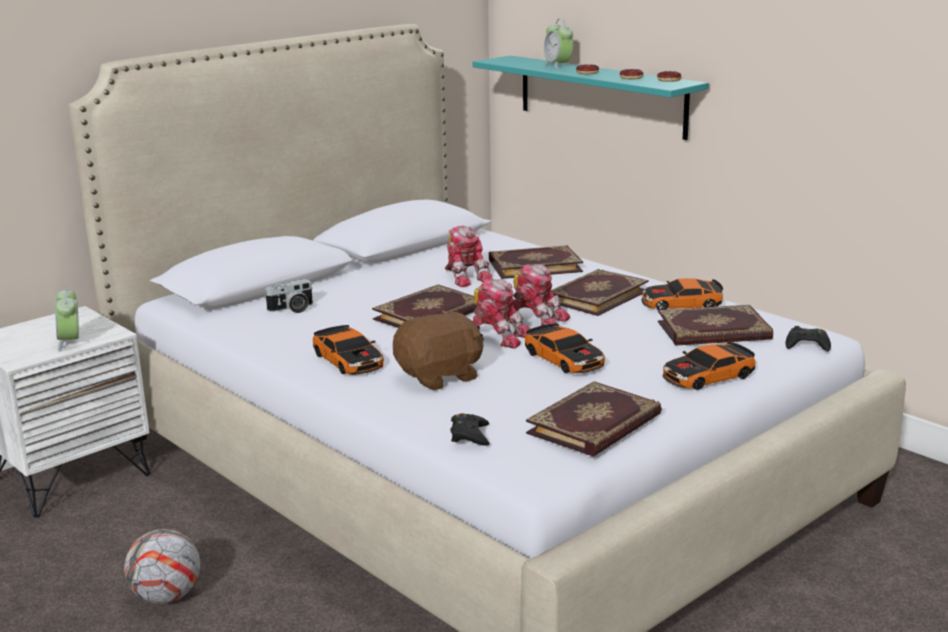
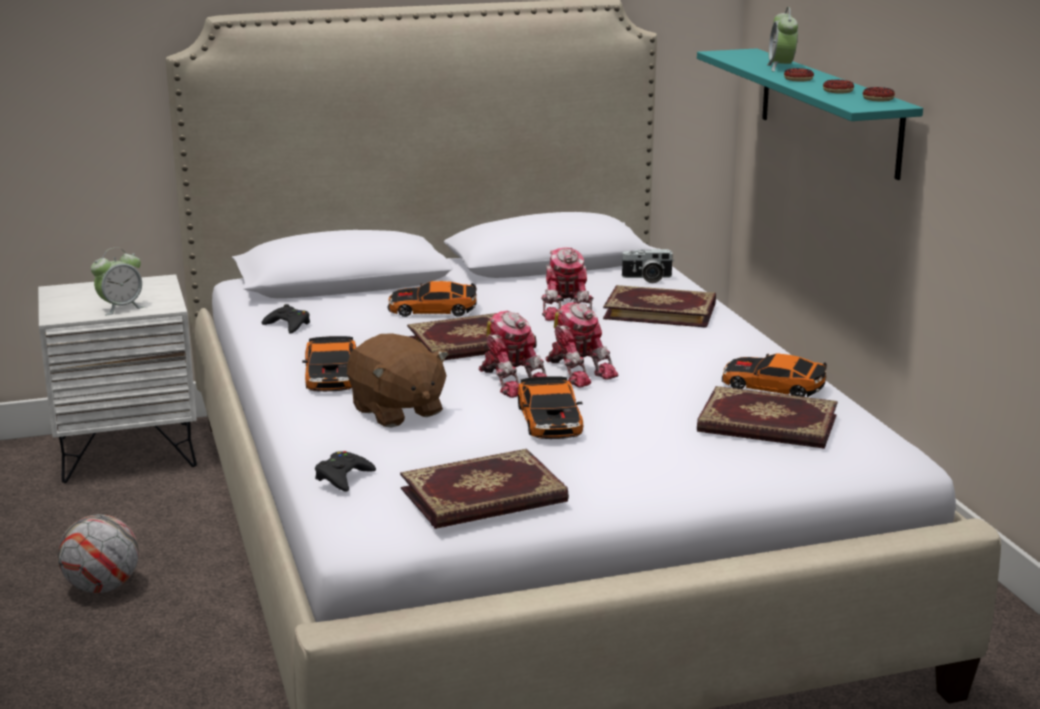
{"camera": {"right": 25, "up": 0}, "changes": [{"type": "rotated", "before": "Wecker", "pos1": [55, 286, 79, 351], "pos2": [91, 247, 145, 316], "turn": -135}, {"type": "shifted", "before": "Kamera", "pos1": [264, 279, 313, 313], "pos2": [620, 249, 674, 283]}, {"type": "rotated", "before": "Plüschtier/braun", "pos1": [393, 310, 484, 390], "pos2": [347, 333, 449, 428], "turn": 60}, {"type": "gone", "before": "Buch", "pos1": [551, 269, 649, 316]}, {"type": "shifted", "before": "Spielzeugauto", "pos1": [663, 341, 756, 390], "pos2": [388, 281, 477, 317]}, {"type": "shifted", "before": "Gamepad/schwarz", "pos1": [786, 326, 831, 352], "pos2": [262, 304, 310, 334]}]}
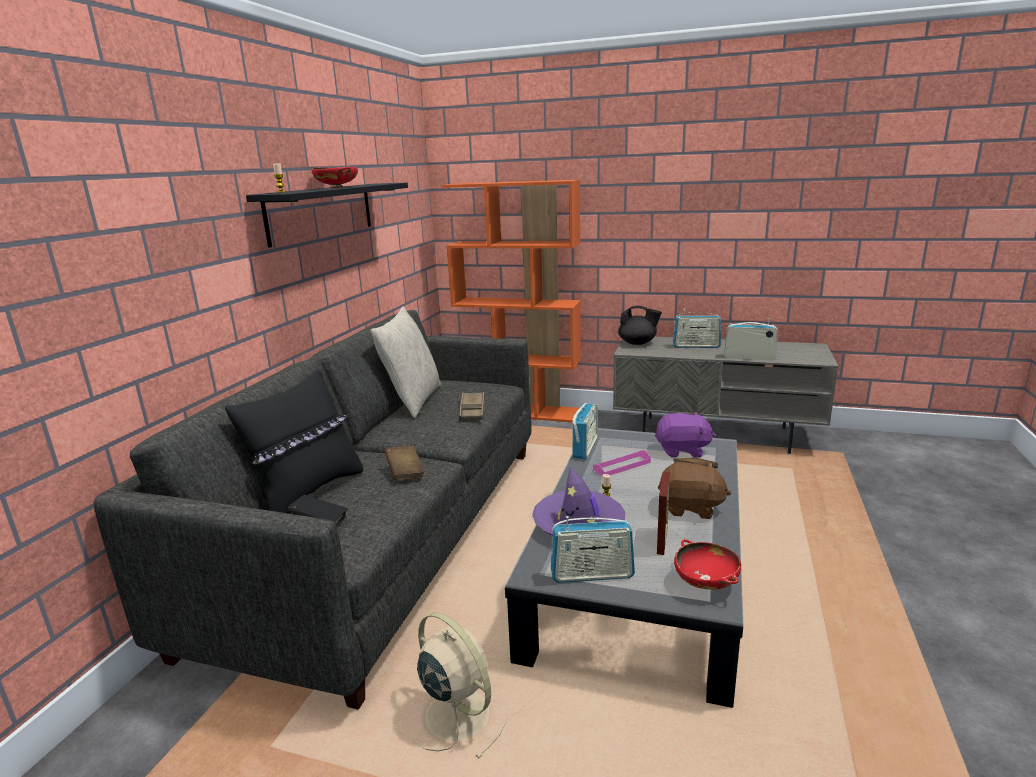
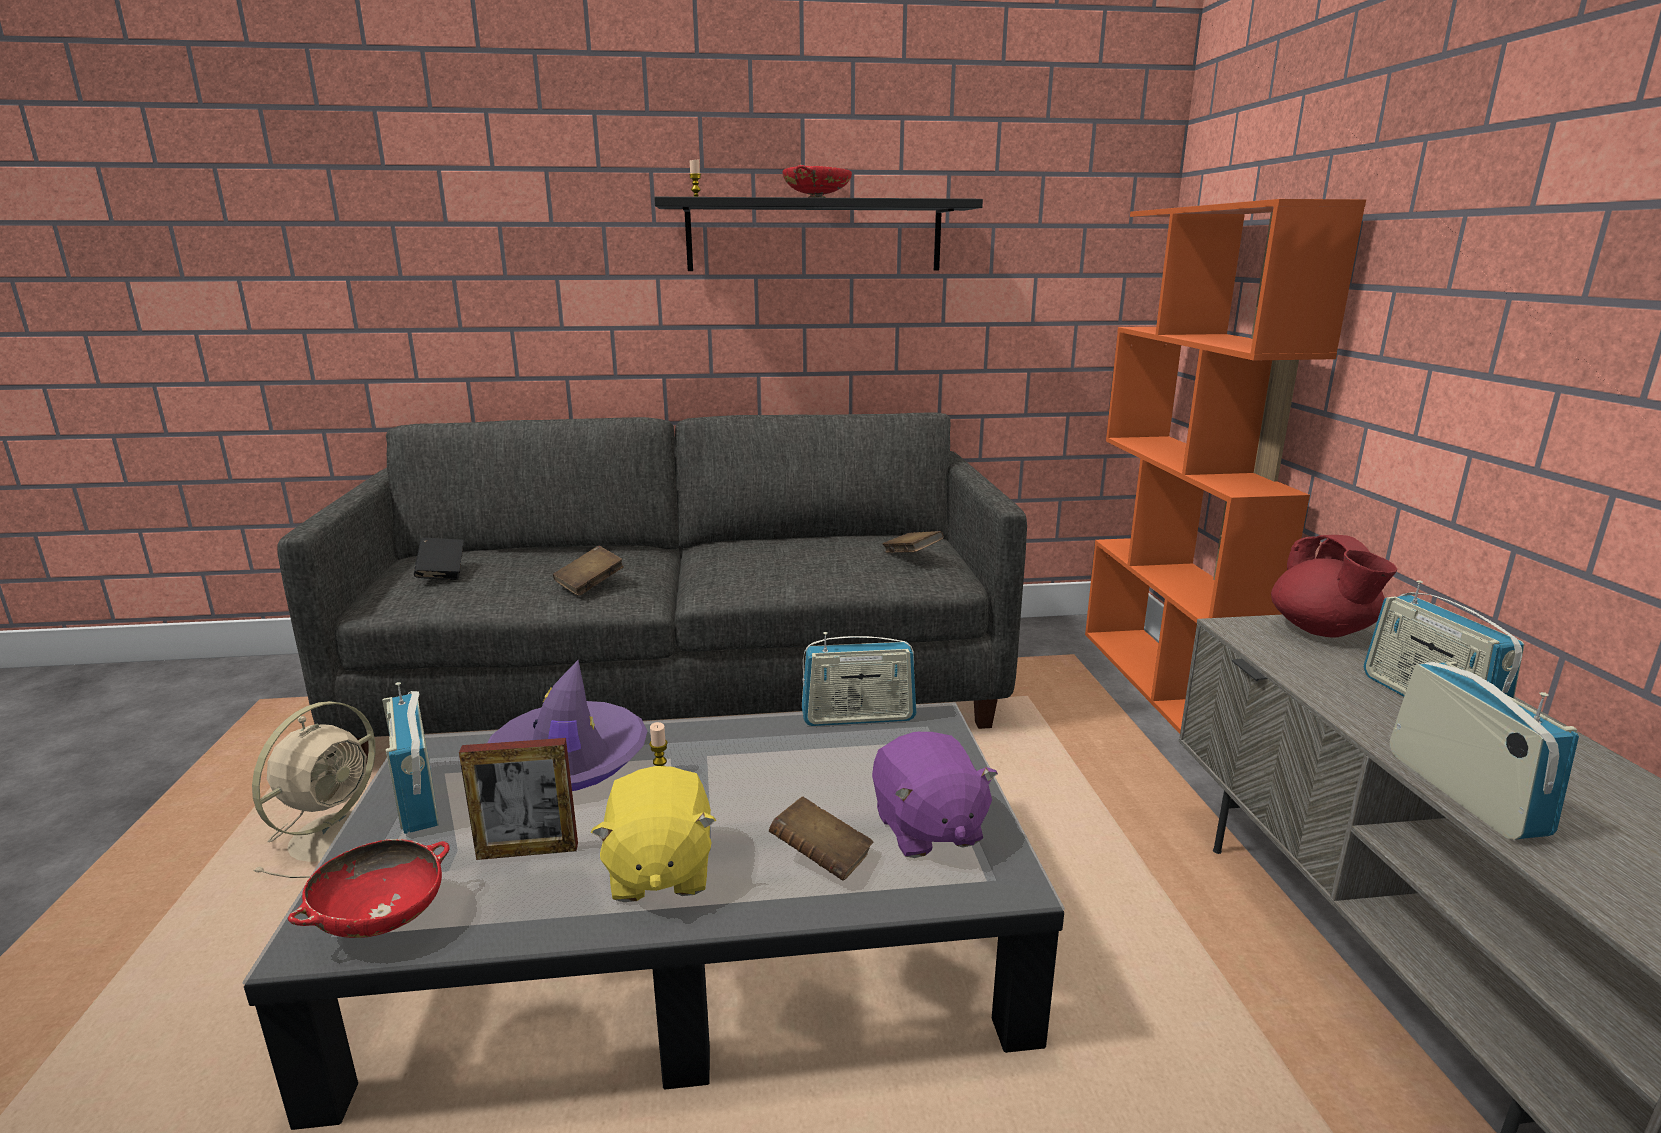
{"camera": {"right": 65, "up": 0}, "changes": [{"type": "gone", "before": "Kissen/schwarz", "pos1": [225, 370, 363, 513]}, {"type": "gone", "before": "Kissen/beige", "pos1": [370, 307, 441, 418]}, {"type": "gone", "before": "Tablett/braun", "pos1": [459, 392, 484, 419]}, {"type": "gone", "before": "Tablett/rosa", "pos1": [593, 450, 651, 476]}, {"type": "repainted", "before": "Teekanne/schwarz", "after": "Teekanne/rot", "pos1": [618, 306, 662, 345], "pos2": [1271, 535, 1397, 637]}, {"type": "repainted", "before": "Plüschtier/braun", "after": "Plüschtier/gelb", "pos1": [658, 462, 731, 519], "pos2": [591, 766, 716, 902]}, {"type": "new", "after": "Buch/braun", "pos2": [883, 531, 944, 553]}]}
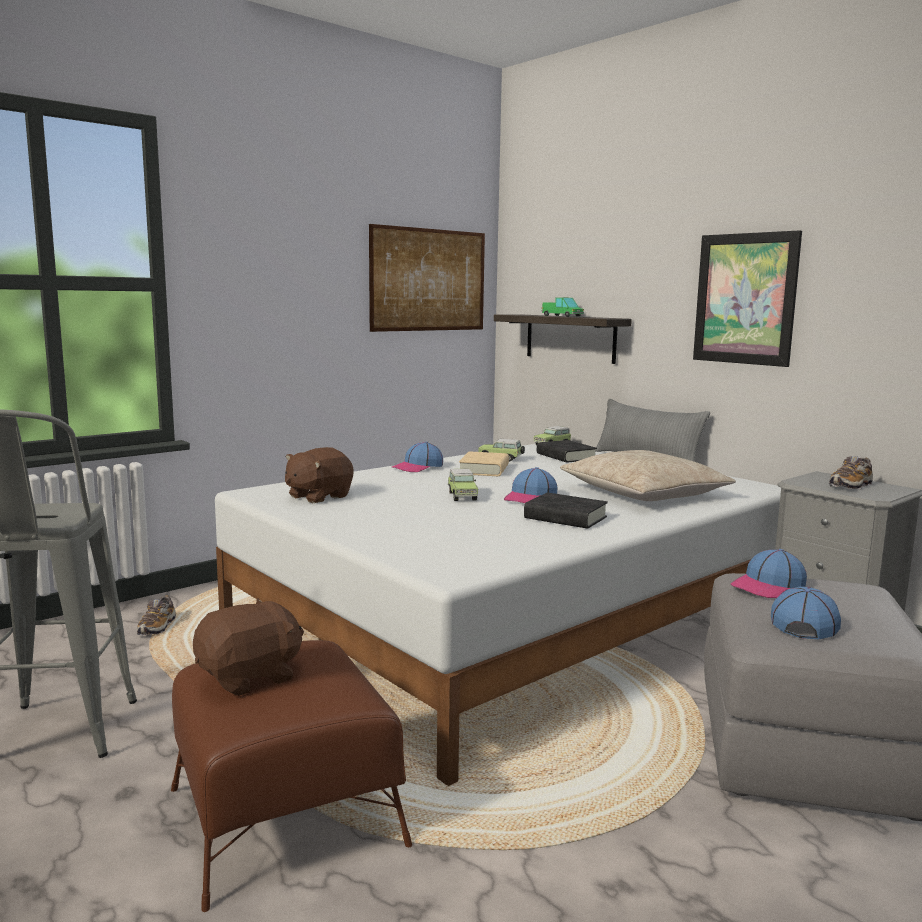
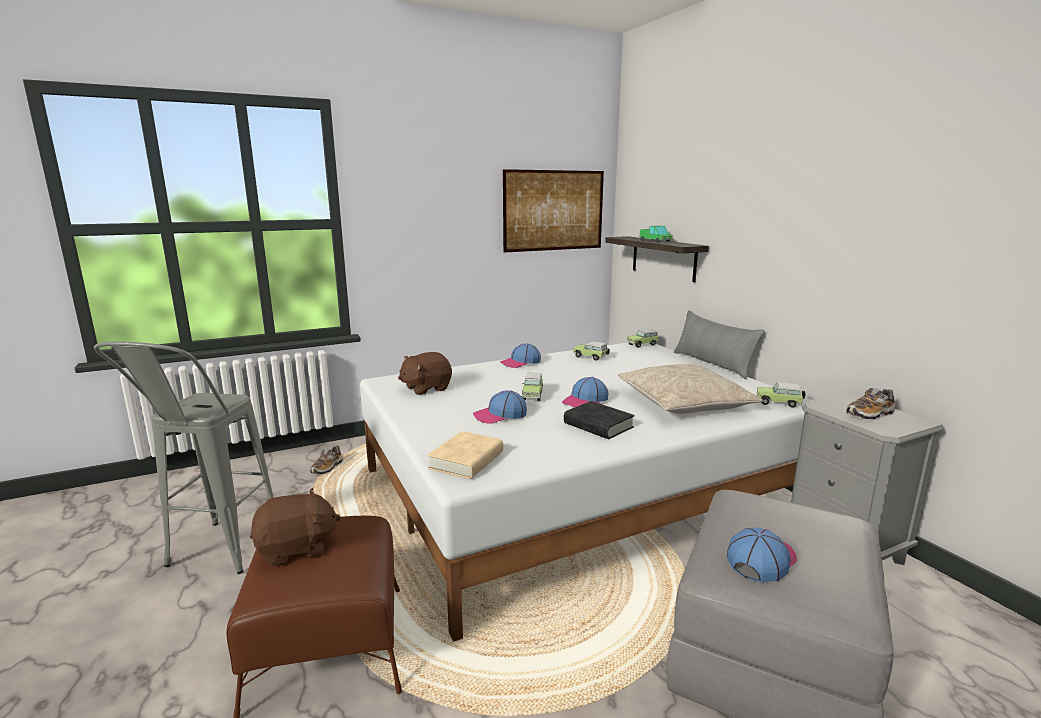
{"camera": {"right": 15, "up": 5}, "changes": [{"type": "shifted", "before": "Buch/beige", "pos1": [459, 451, 509, 476], "pos2": [427, 431, 503, 479]}, {"type": "gone", "before": "Buch/schwarz", "pos1": [537, 440, 597, 463]}, {"type": "gone", "before": "Bild", "pos1": [693, 230, 802, 367]}, {"type": "shifted", "before": "Kappe", "pos1": [731, 549, 807, 598], "pos2": [473, 390, 527, 424]}, {"type": "new", "after": "Spielzeugauto", "pos2": [756, 382, 805, 408]}]}
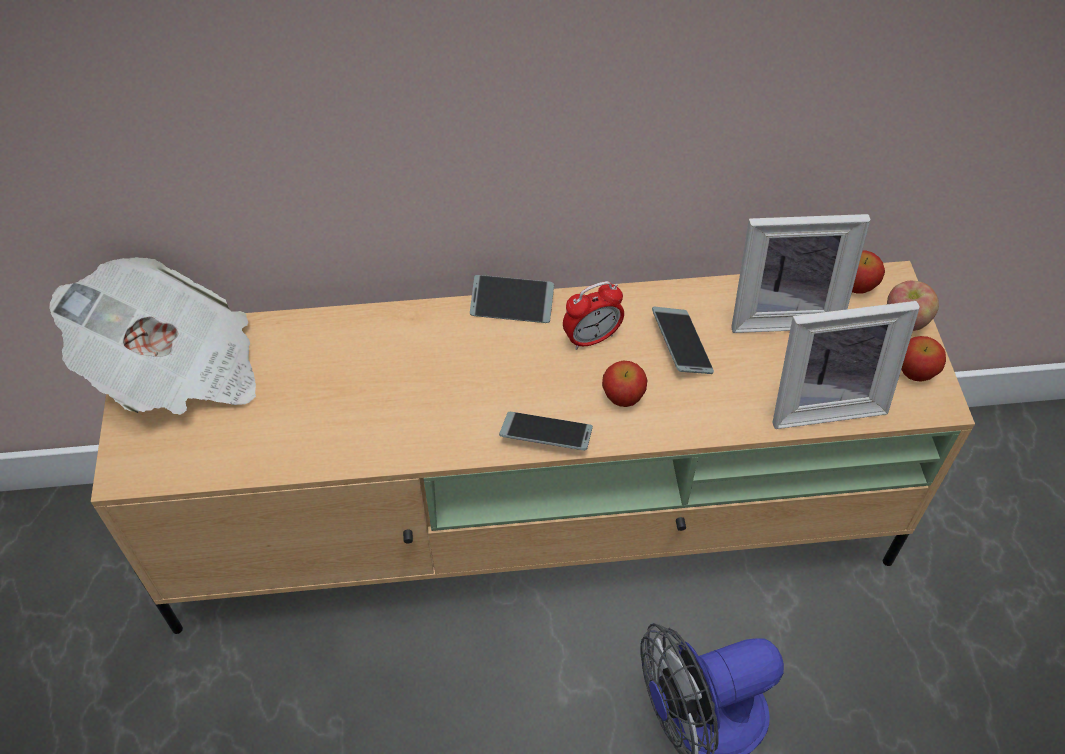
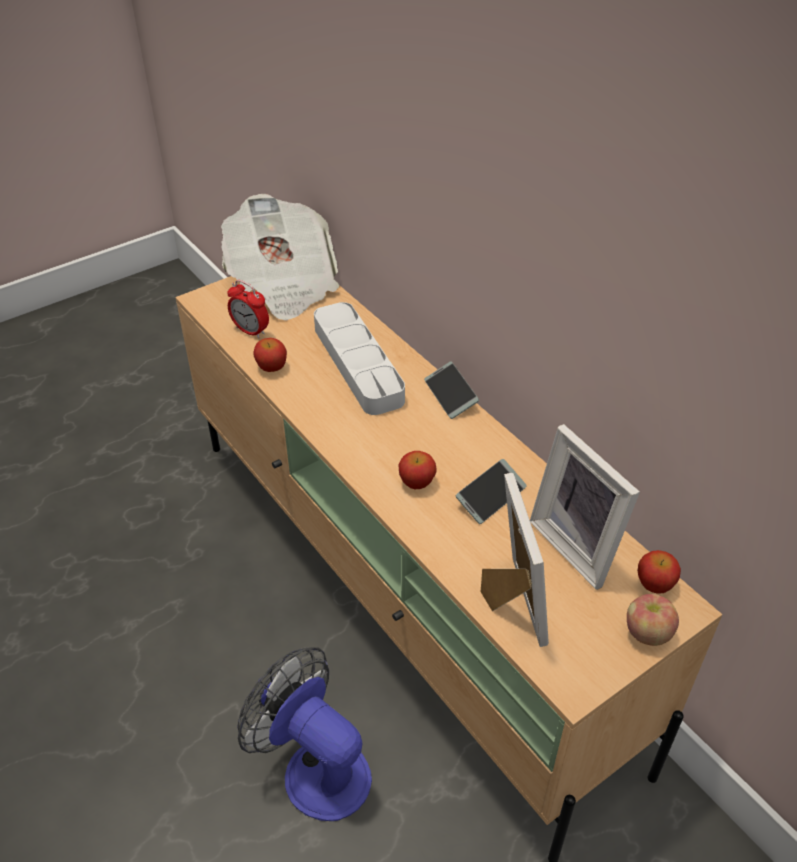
{"camera": {"right": 60, "up": -10}, "changes": [{"type": "gone", "before": "Handy", "pos1": [499, 412, 593, 450]}, {"type": "shifted", "before": "Wecker", "pos1": [563, 281, 624, 350], "pos2": [227, 280, 269, 339]}, {"type": "rotated", "before": "Bilderrahmen", "pos1": [772, 301, 920, 429], "pos2": [481, 473, 549, 647], "turn": -150}, {"type": "shifted", "before": "Apfel", "pos1": [901, 336, 946, 382], "pos2": [253, 338, 287, 372]}, {"type": "new", "after": "Tablett/grau", "pos2": [314, 302, 405, 415]}]}
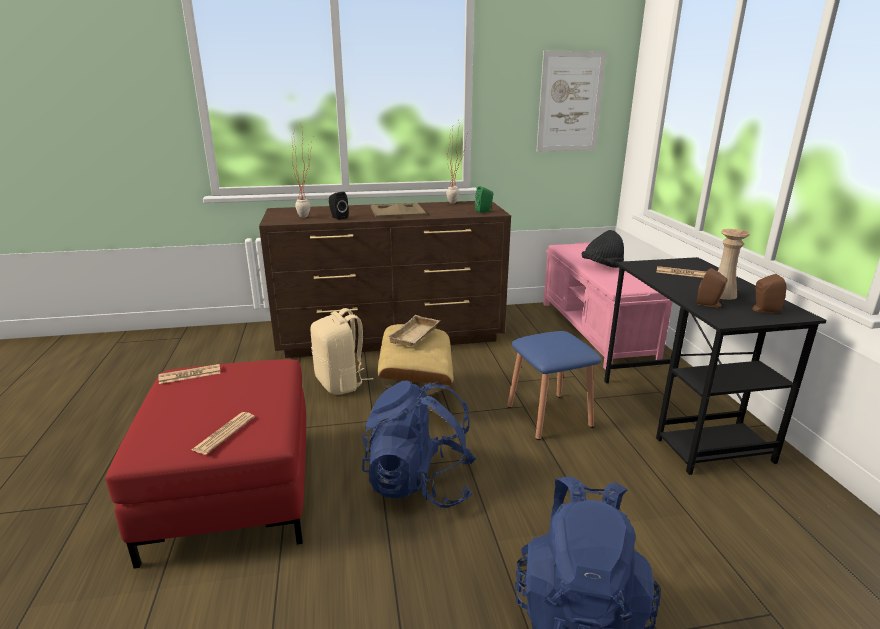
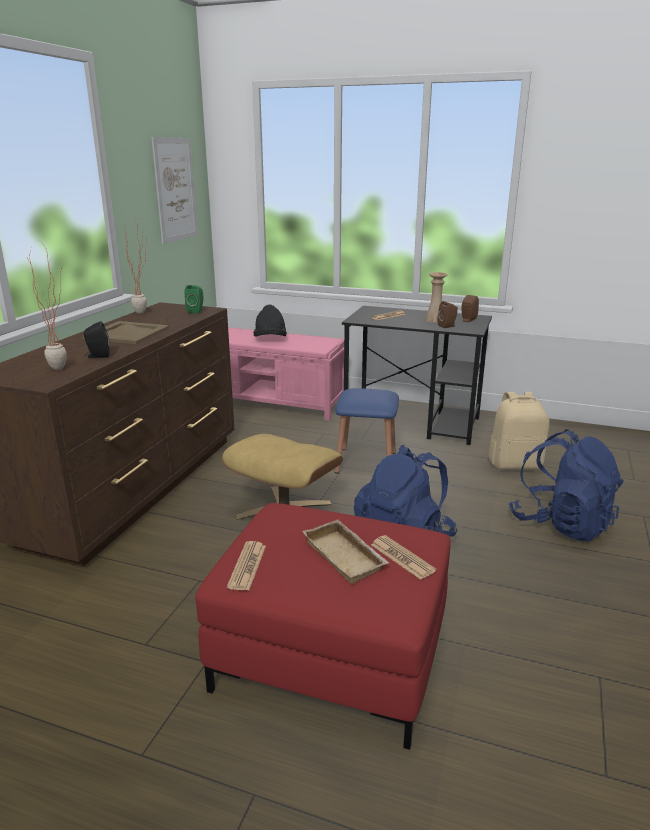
{"camera": {"right": -60, "up": 0}, "changes": [{"type": "shifted", "before": "Rucksack/beige", "pos1": [310, 308, 373, 395], "pos2": [488, 392, 549, 469]}, {"type": "shifted", "before": "Tablett/beige", "pos1": [387, 315, 440, 346], "pos2": [302, 520, 389, 584]}]}
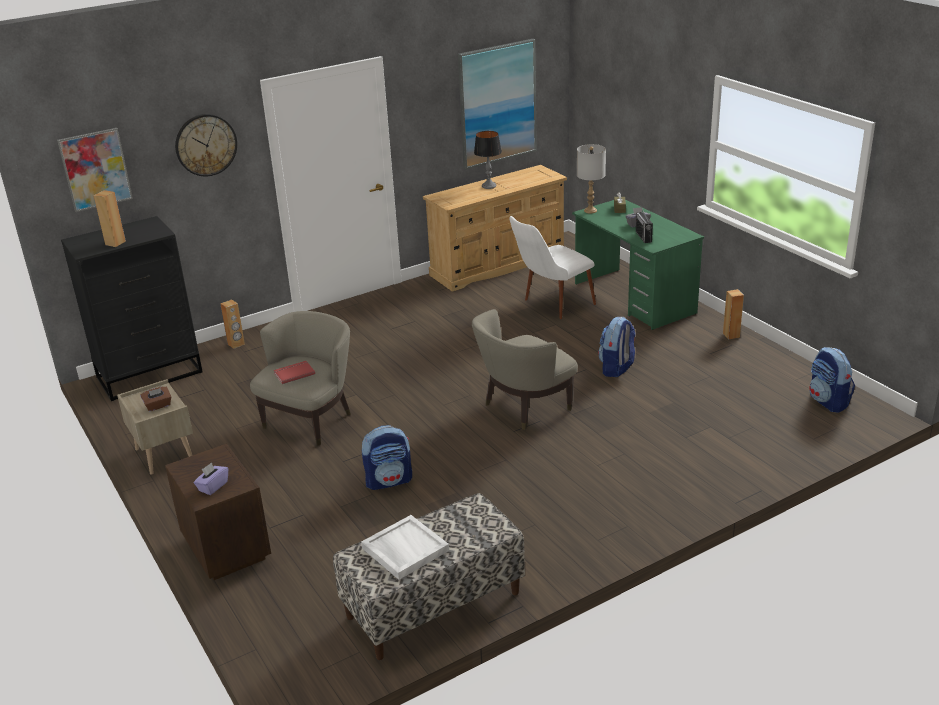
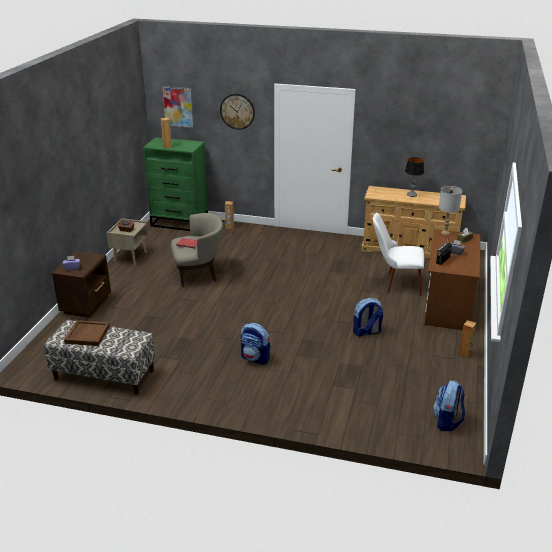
{"camera": {"right": 45, "up": 0}, "changes": [{"type": "repainted", "before": "Kommode/schwarz", "after": "Kommode/grün", "pos1": [61, 216, 203, 401], "pos2": [143, 137, 208, 231]}, {"type": "repainted", "before": "Tablett/weiß", "after": "Tablett/braun", "pos1": [361, 515, 449, 580], "pos2": [64, 320, 110, 346]}, {"type": "shifted", "before": "Rucksack", "pos1": [362, 425, 412, 490], "pos2": [241, 323, 271, 365]}, {"type": "gone", "before": "Bild", "pos1": [458, 39, 537, 169]}, {"type": "gone", "before": "Sessel/beige", "pos1": [472, 309, 578, 430]}, {"type": "repainted", "before": "Schreibtisch/grün", "after": "Schreibtisch/braun", "pos1": [572, 199, 704, 330], "pos2": [425, 229, 480, 330]}]}
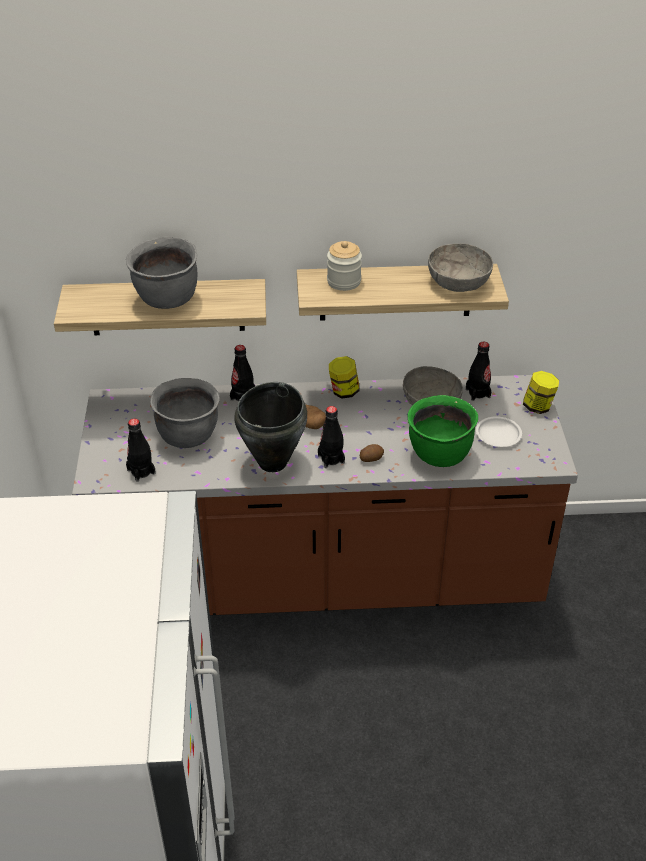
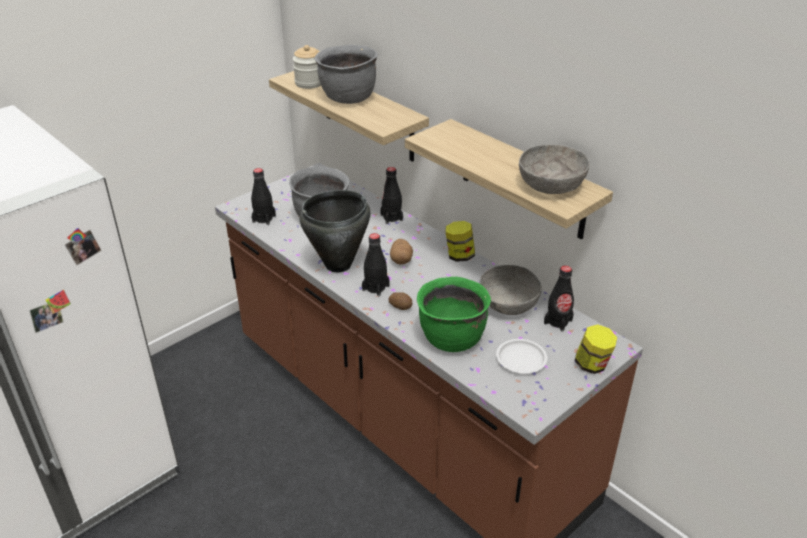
{"camera": {"right": 50, "up": -5}, "changes": [{"type": "shifted", "before": "Vorratsglas", "pos1": [327, 241, 362, 291], "pos2": [293, 45, 321, 89]}]}
